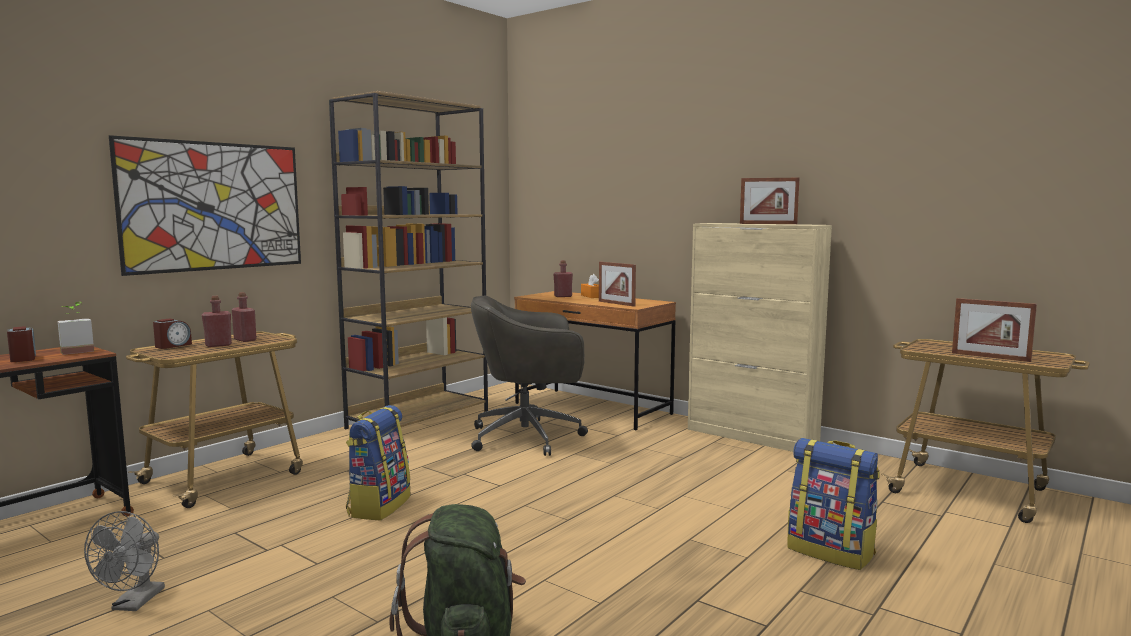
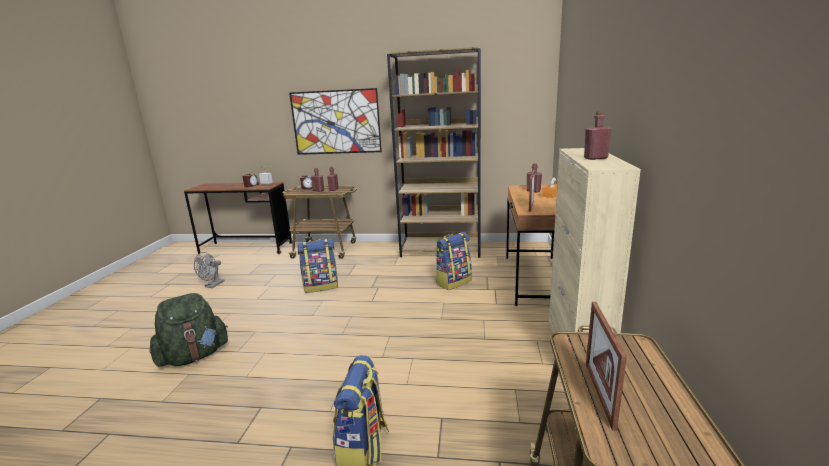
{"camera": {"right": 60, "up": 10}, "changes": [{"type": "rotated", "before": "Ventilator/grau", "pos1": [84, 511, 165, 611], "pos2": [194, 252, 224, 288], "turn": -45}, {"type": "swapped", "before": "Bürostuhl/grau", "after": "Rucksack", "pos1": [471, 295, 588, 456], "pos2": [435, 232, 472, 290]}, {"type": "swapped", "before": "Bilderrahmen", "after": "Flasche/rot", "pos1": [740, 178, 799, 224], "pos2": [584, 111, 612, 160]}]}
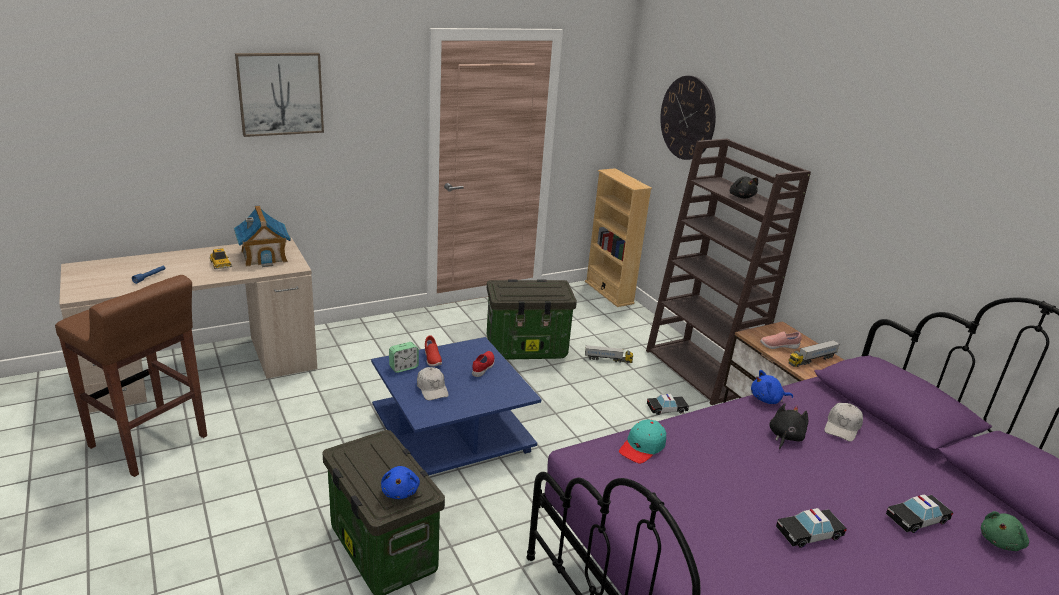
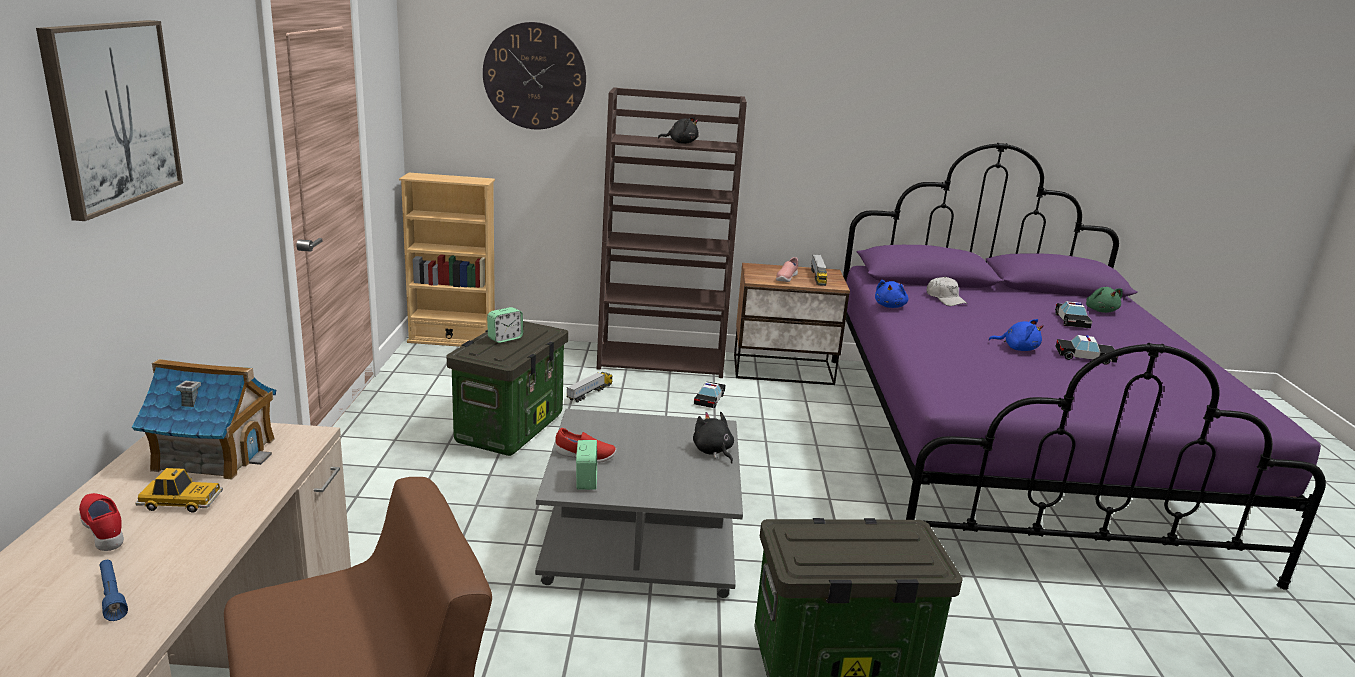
{"camera": {"right": -60, "up": -5}, "changes": [{"type": "repainted", "before": "Couchtisch/blau", "after": "Couchtisch/grau", "pos1": [371, 337, 542, 475], "pos2": [535, 409, 743, 598]}, {"type": "shifted", "before": "Plüschtier/blau", "pos1": [381, 466, 420, 499], "pos2": [988, 319, 1044, 351]}, {"type": "gone", "before": "Kappe/weiß", "pos1": [417, 367, 449, 400]}, {"type": "shifted", "before": "Schuh/rot", "pos1": [472, 351, 494, 377], "pos2": [79, 493, 124, 551]}, {"type": "gone", "before": "Kappe/türkis", "pos1": [619, 419, 666, 464]}, {"type": "shifted", "before": "Plüschtier/schwarz", "pos1": [769, 403, 808, 449], "pos2": [693, 412, 734, 464]}, {"type": "rotated", "before": "Spielzeugauto", "pos1": [776, 508, 847, 548], "pos2": [1055, 335, 1118, 365], "turn": -90}, {"type": "new", "after": "Wecker", "pos2": [487, 307, 523, 343]}]}
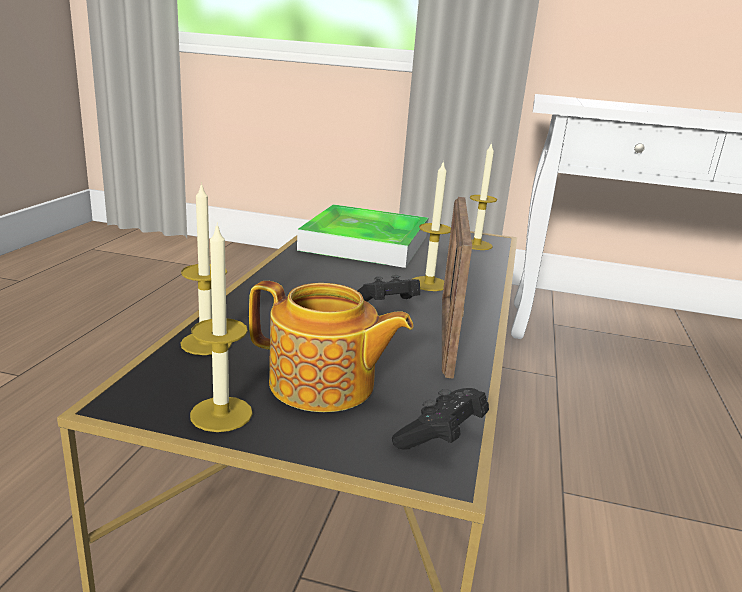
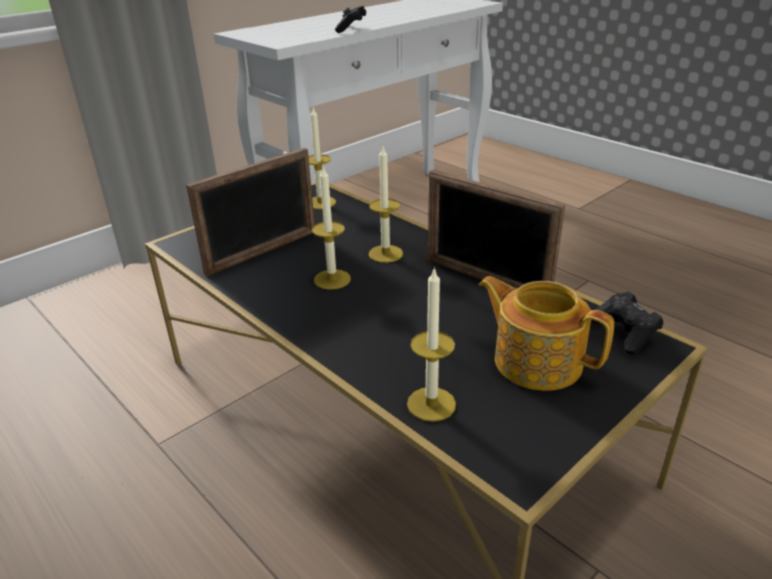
{"camera": {"right": -55, "up": 10}, "changes": [{"type": "shifted", "before": "Kerze", "pos1": [190, 222, 253, 432], "pos2": [312, 165, 351, 290]}, {"type": "rotated", "before": "Teekanne", "pos1": [249, 281, 413, 412], "pos2": [478, 276, 614, 391], "turn": -105}, {"type": "swapped", "before": "Tablett", "after": "Bilderrahmen", "pos1": [297, 204, 429, 268], "pos2": [186, 148, 315, 276]}, {"type": "shifted", "before": "Gamepad/schwarz", "pos1": [357, 275, 420, 301], "pos2": [335, 6, 366, 33]}]}
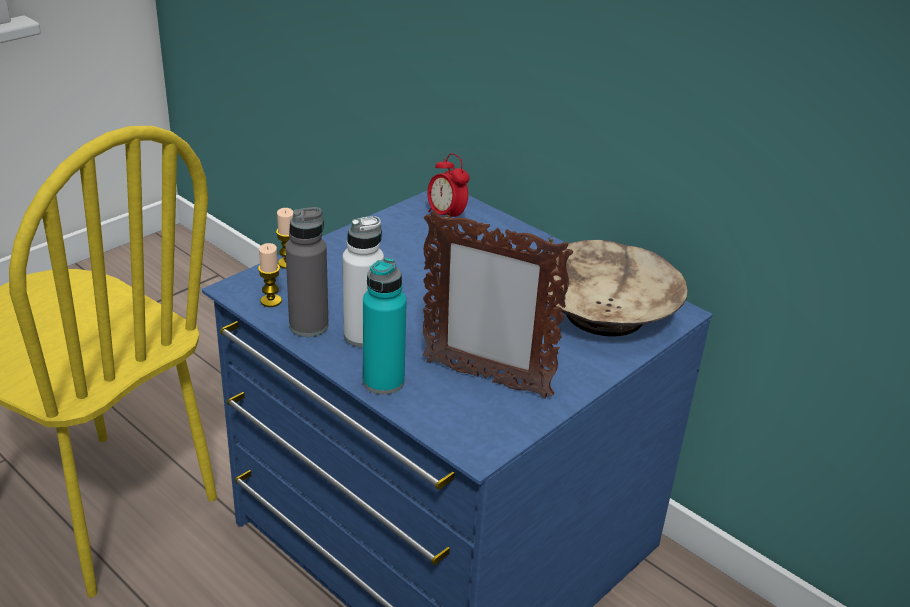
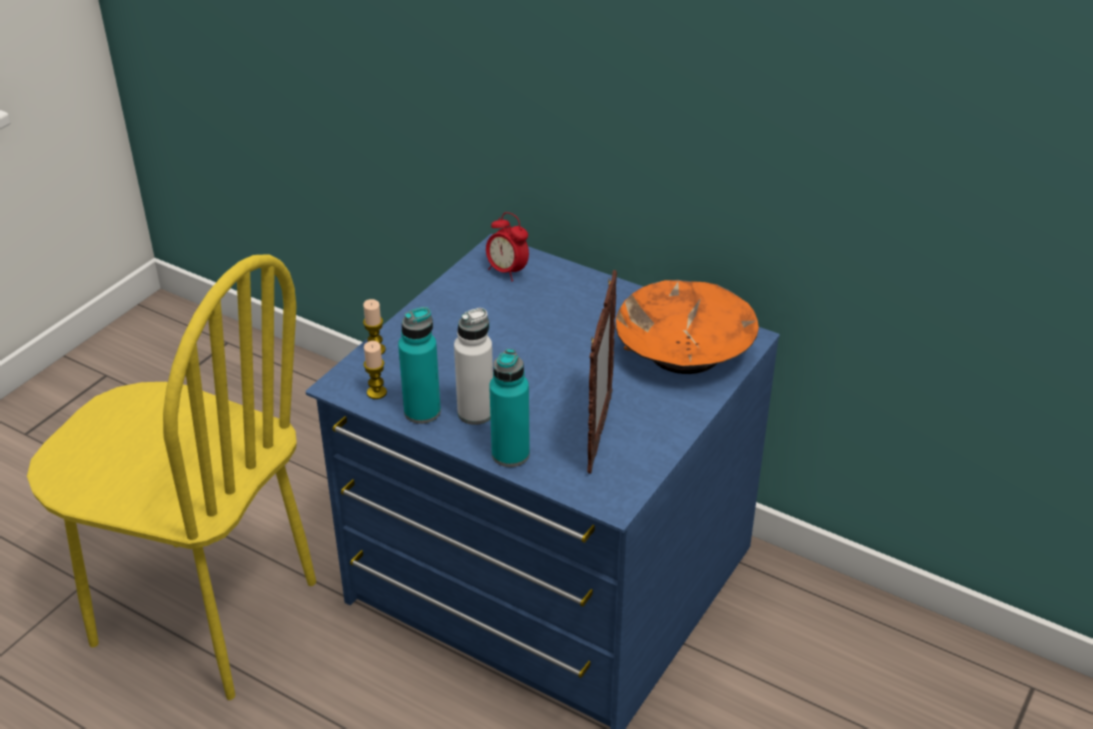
{"camera": {"right": -10, "up": 5}, "changes": [{"type": "repainted", "before": "Flasche/grau", "after": "Flasche/türkis", "pos1": [285, 207, 329, 337], "pos2": [398, 307, 441, 424]}, {"type": "rotated", "before": "Bilderrahmen", "pos1": [422, 210, 573, 399], "pos2": [587, 270, 617, 473], "turn": -90}, {"type": "repainted", "before": "Schüssel/beige", "after": "Schüssel/orange", "pos1": [547, 240, 688, 337], "pos2": [616, 280, 759, 374]}]}
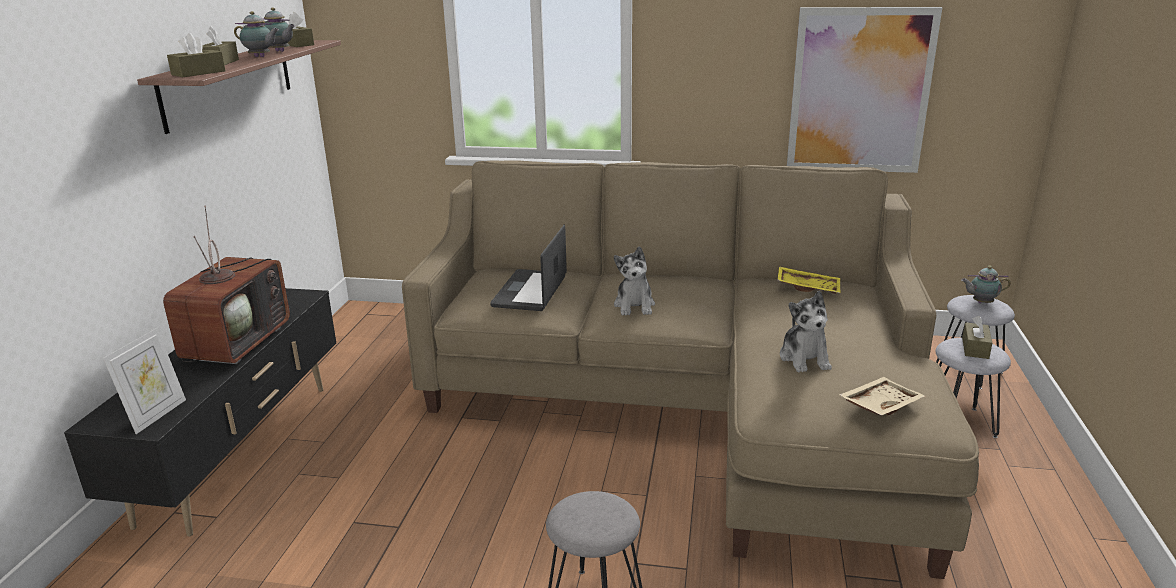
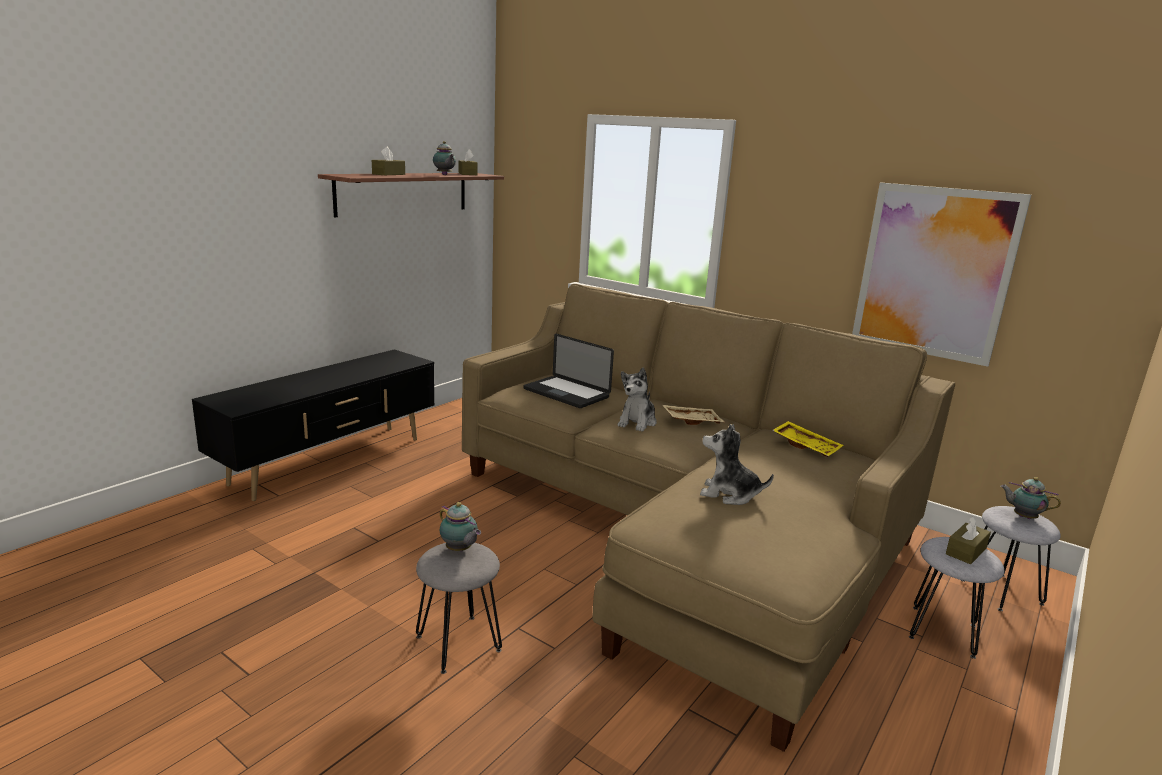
{"camera": {"right": 25, "up": -5}, "changes": [{"type": "gone", "before": "Bilderrahmen", "pos1": [103, 328, 186, 434]}, {"type": "gone", "before": "Fernseher", "pos1": [163, 205, 290, 364]}, {"type": "gone", "before": "Taschentuchbox/braun", "pos1": [167, 33, 226, 77]}, {"type": "shifted", "before": "Teekanne", "pos1": [234, 11, 279, 57], "pos2": [440, 502, 481, 551]}, {"type": "rotated", "before": "Laptop", "pos1": [490, 225, 567, 311], "pos2": [523, 334, 614, 408], "turn": -90}, {"type": "rotated", "before": "Plüschtier", "pos1": [780, 291, 832, 372], "pos2": [700, 424, 774, 505], "turn": 90}, {"type": "shifted", "before": "Tablett/beige", "pos1": [839, 377, 925, 415], "pos2": [663, 405, 724, 425]}]}
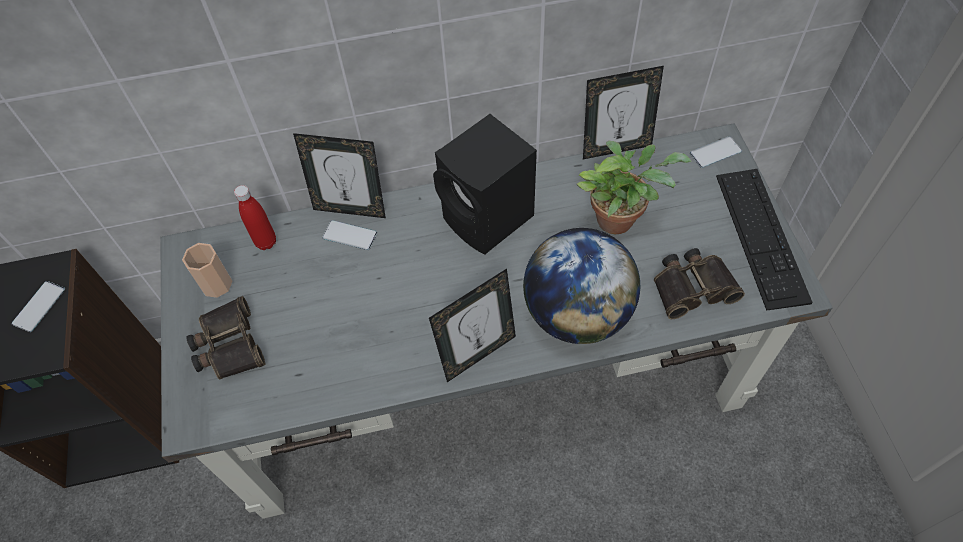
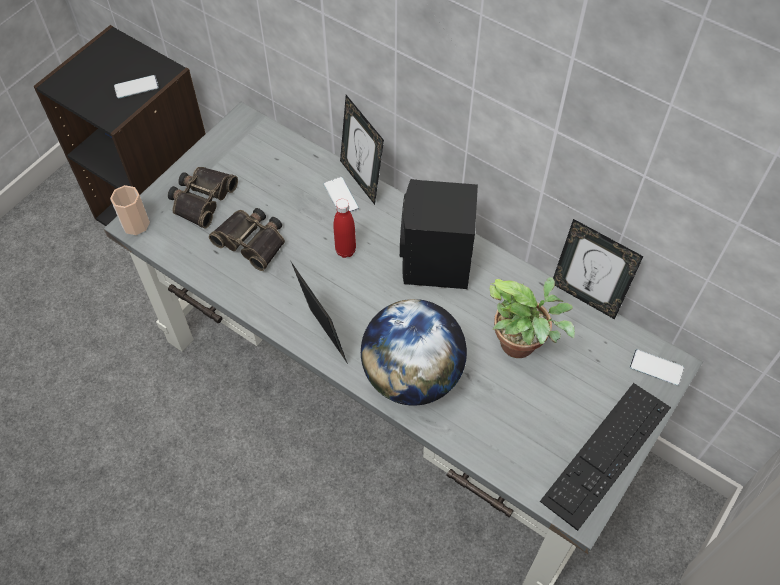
{"camera": {"right": 45, "up": 0}, "changes": [{"type": "shifted", "before": "Tasse", "pos1": [182, 243, 233, 298], "pos2": [110, 185, 150, 235]}, {"type": "shifted", "before": "Flasche/rot", "pos1": [234, 185, 276, 250], "pos2": [333, 199, 356, 258]}, {"type": "rotated", "before": "Bilderrahmen", "pos1": [429, 269, 516, 382], "pos2": [291, 262, 348, 364], "turn": -135}, {"type": "shifted", "before": "Fernglas", "pos1": [654, 248, 745, 319], "pos2": [209, 208, 285, 271]}]}
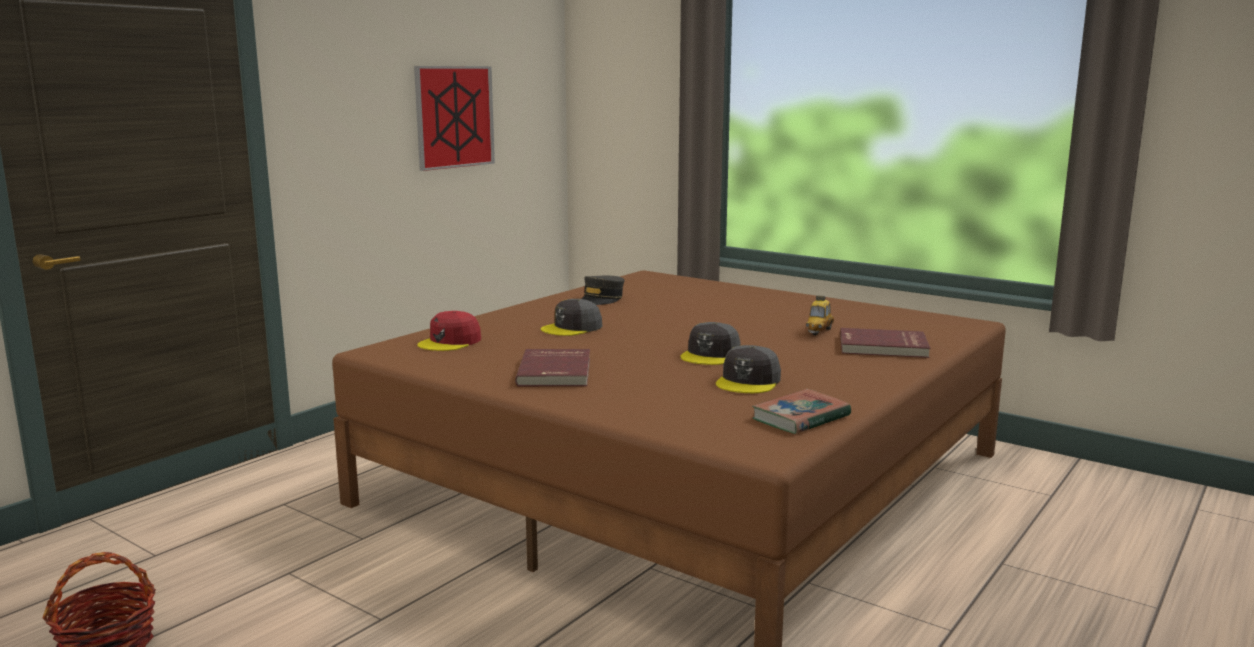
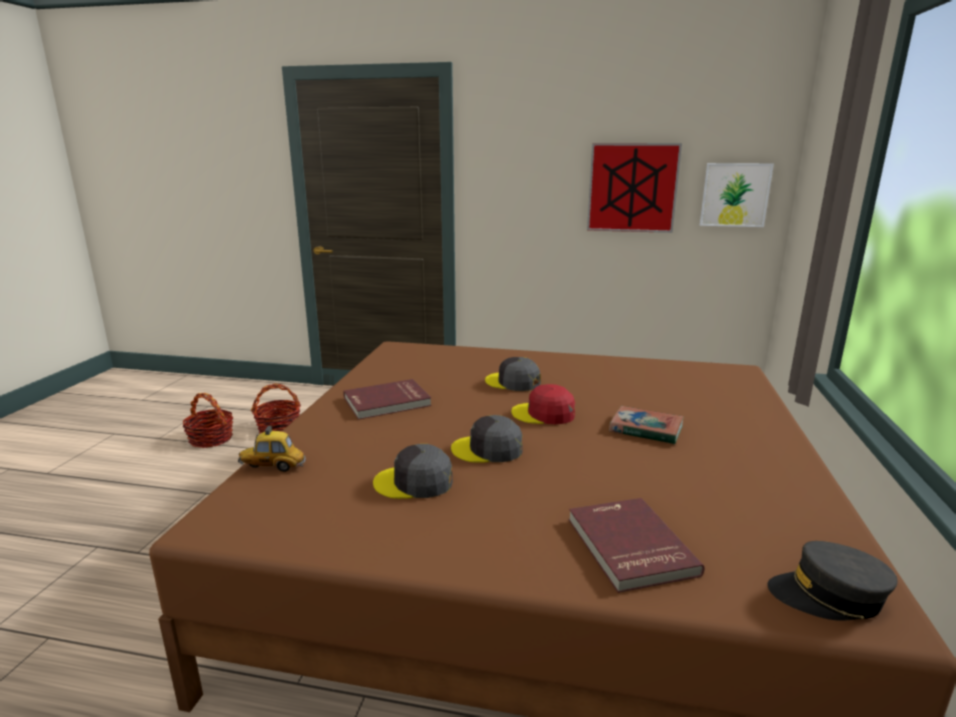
{"camera": {"right": 65, "up": 5}, "changes": [{"type": "shifted", "before": "Kappe/rot", "pos1": [417, 311, 481, 351], "pos2": [511, 384, 575, 424]}, {"type": "shifted", "before": "Kappe/grau", "pos1": [581, 276, 625, 305], "pos2": [768, 541, 898, 621]}, {"type": "shifted", "before": "Buch", "pos1": [752, 389, 851, 434], "pos2": [609, 406, 684, 445]}, {"type": "shifted", "before": "Spielzeugauto", "pos1": [806, 295, 834, 335], "pos2": [238, 426, 306, 472]}, {"type": "new", "after": "Korb", "pos2": [251, 384, 301, 433]}, {"type": "new", "after": "Bild", "pos2": [700, 163, 774, 227]}]}
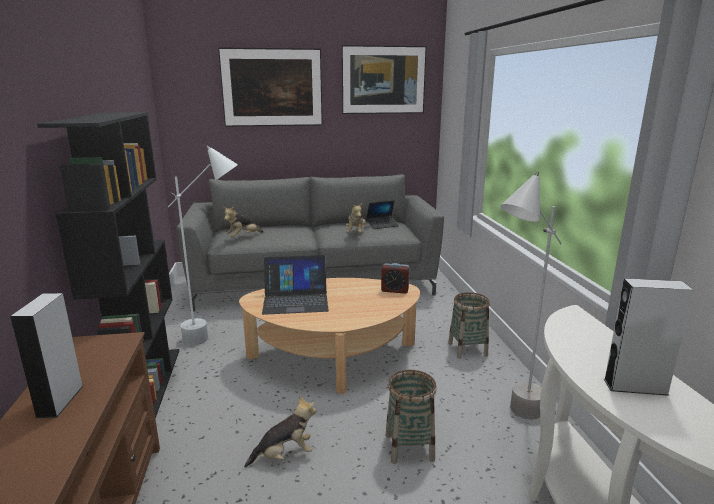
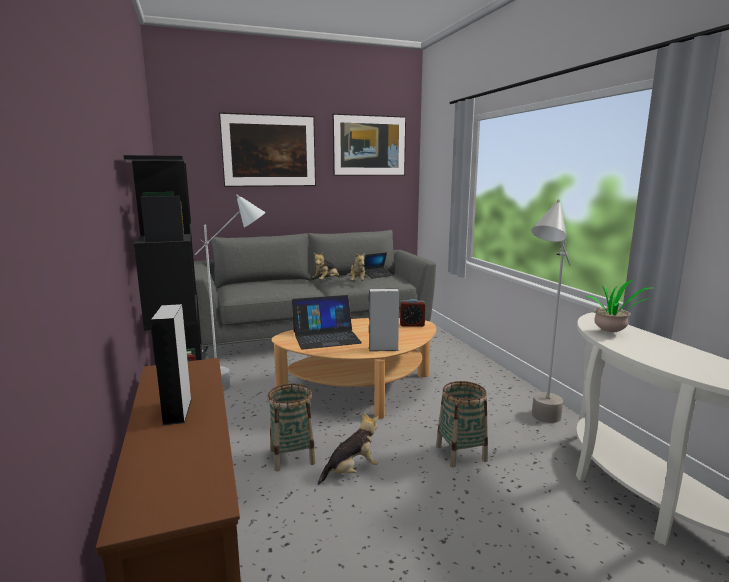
{"camera": {"right": -10, "up": -5}, "changes": [{"type": "shifted", "before": "Plüschtier", "pos1": [223, 206, 263, 237], "pos2": [312, 252, 340, 280]}, {"type": "shifted", "before": "Korb", "pos1": [448, 292, 490, 359], "pos2": [267, 384, 316, 471]}, {"type": "shifted", "before": "Lautsprecher/grau", "pos1": [604, 278, 693, 396], "pos2": [369, 289, 399, 351]}, {"type": "new", "after": "Topfpflanze", "pos2": [586, 280, 651, 332]}]}
